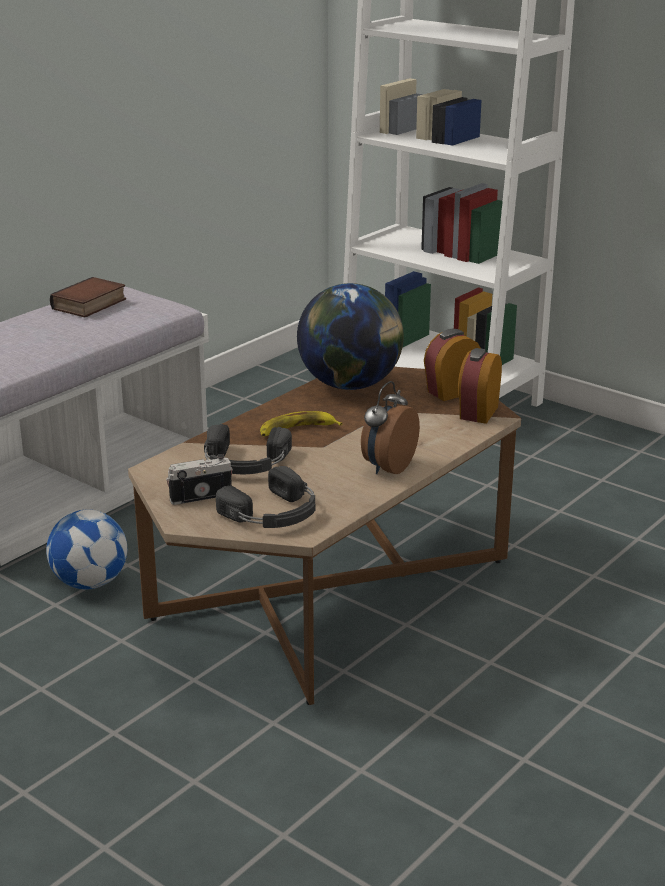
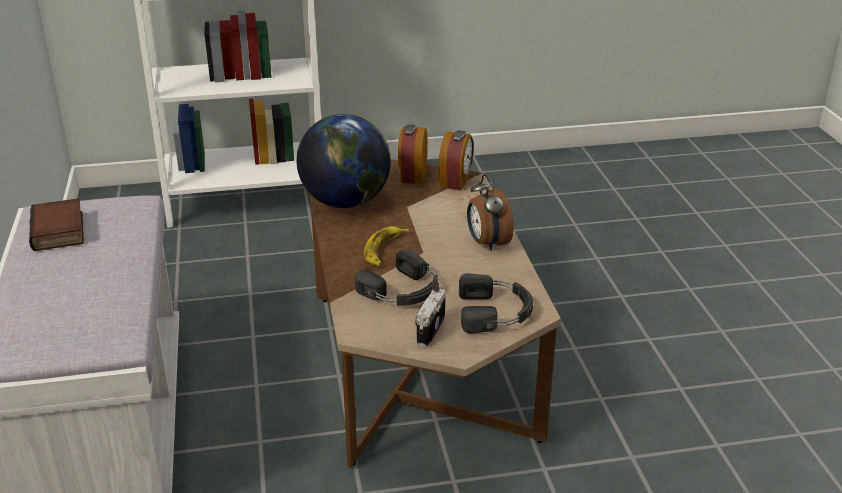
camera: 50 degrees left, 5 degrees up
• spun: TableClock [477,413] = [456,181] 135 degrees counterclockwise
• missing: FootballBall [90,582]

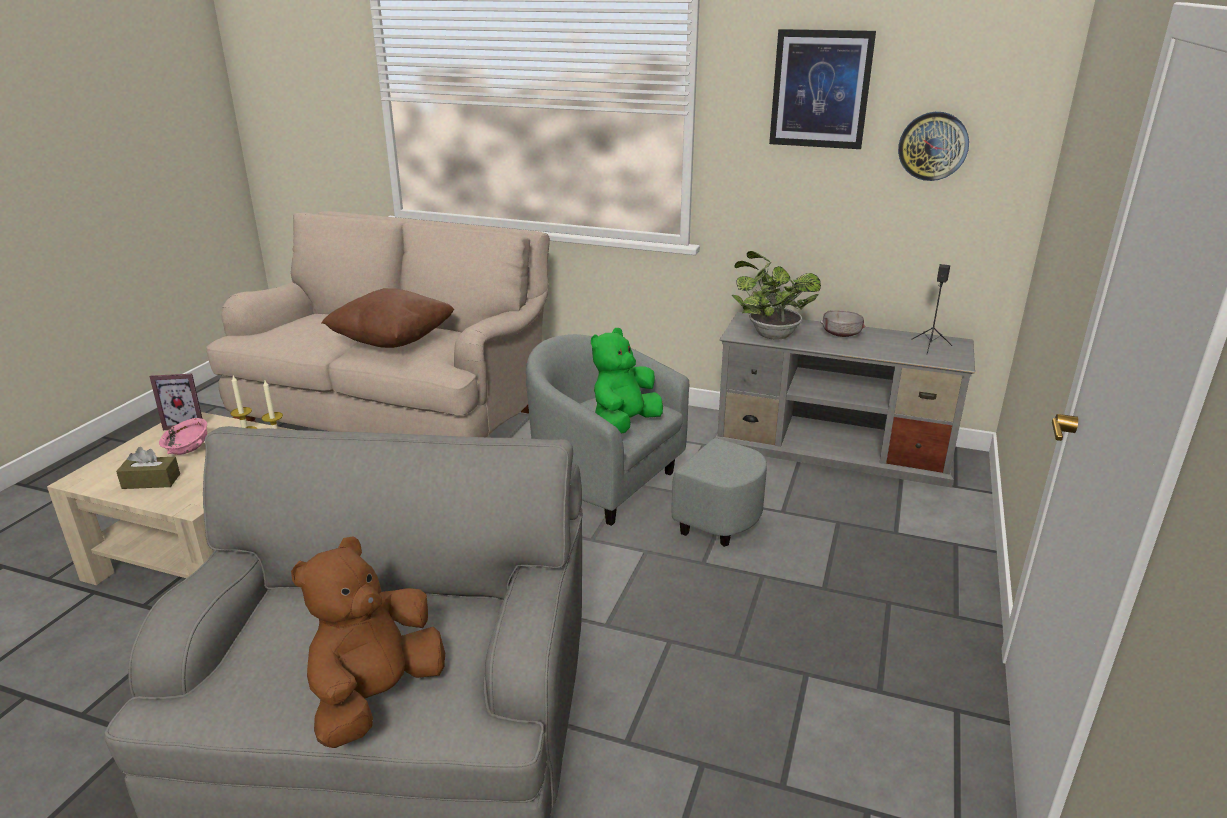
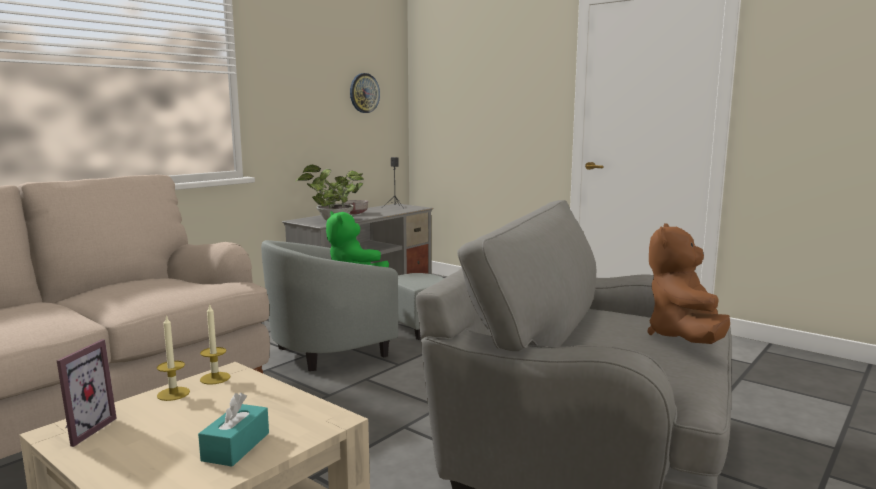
camera: 70 degrees left, 15 degrees down
• missing: WallPicture [820,89]
• missing: BrownThrowPillow [392,341]
• missing: PinkishBowl [188,448]
• colour: BrownBoxOfTissues [151,481] to BlueGreenBoxOfTissues [236,446]
• spun: BrownPlushToy [376,697] = [684,338] 60 degrees clockwise

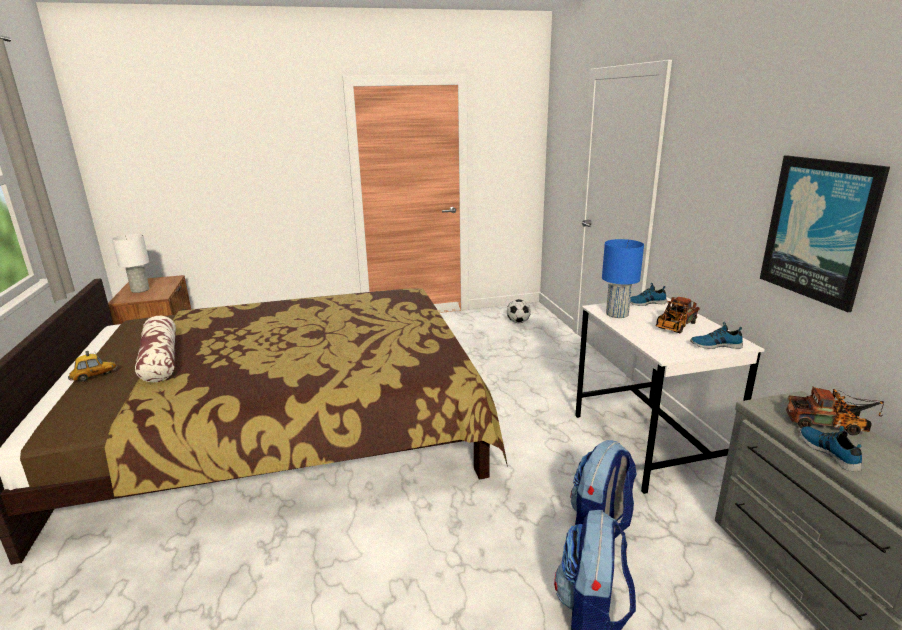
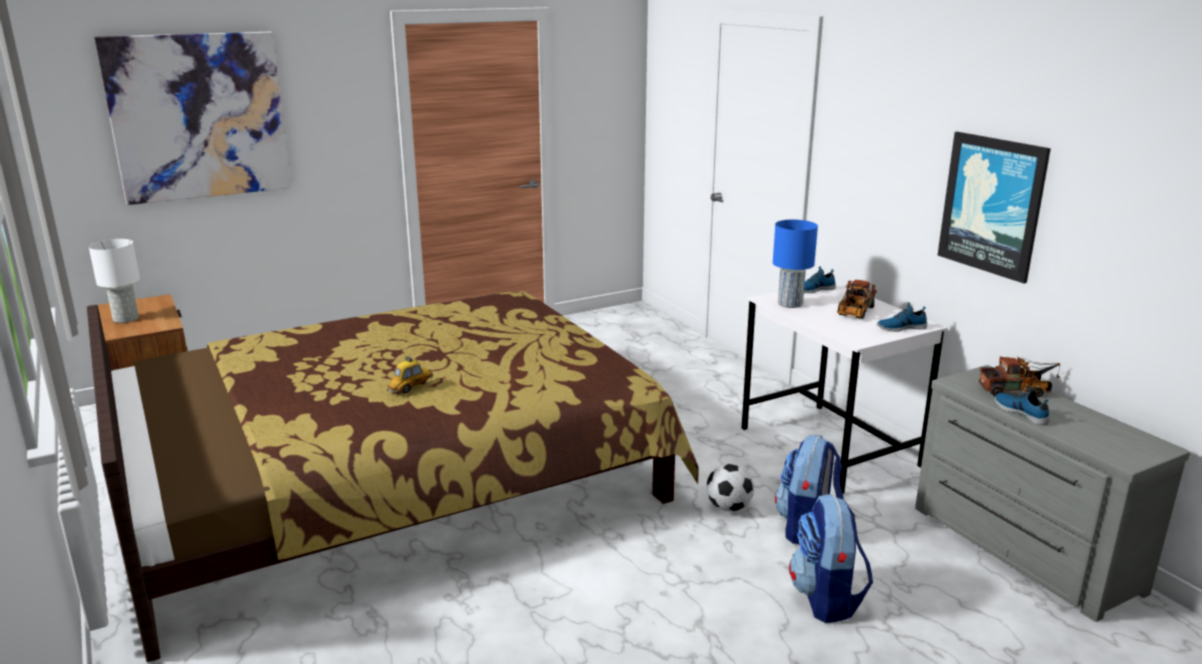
camera: 15 degrees left, 0 degrees up
• relocated: FootballBall [518,322] to [728,507]
• missing: ThrowPillow [160,360]
• relocated: ToyCar [94,376] to [411,387]
• appeared: WallPicture [199,117]

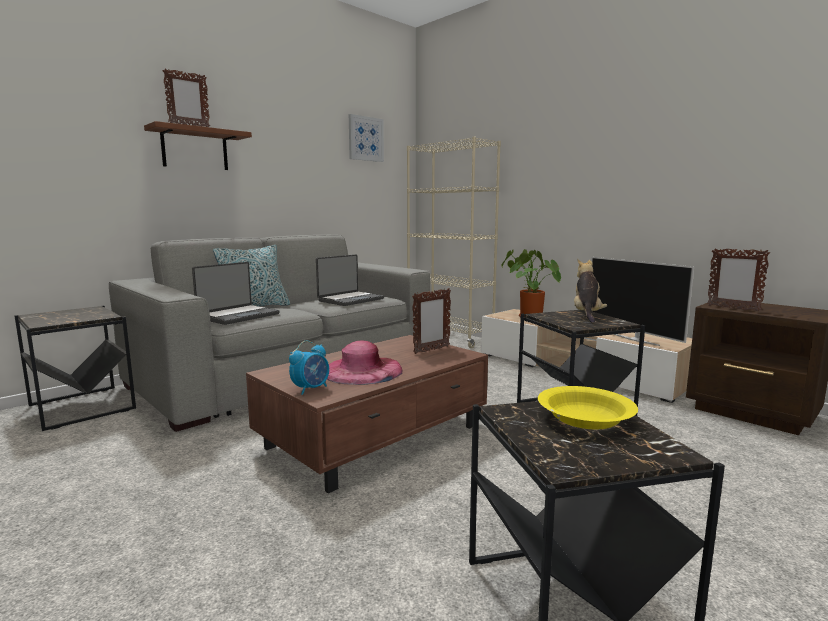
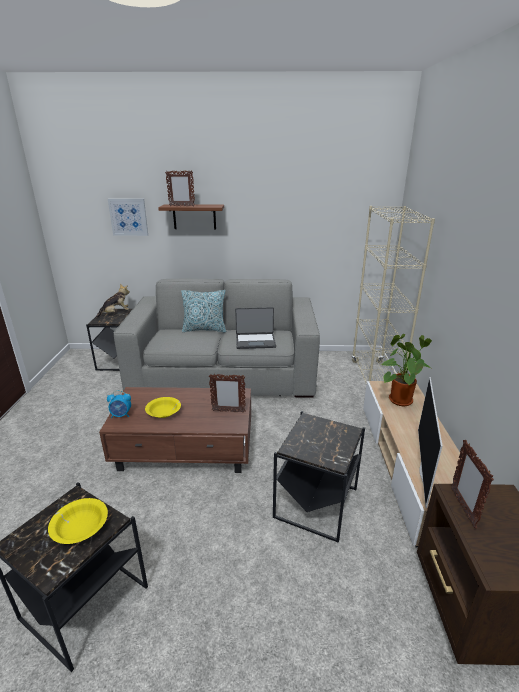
camera: 45 degrees right, 15 degrees up
• relocated: WallPicture [365,139] to [128,217]
• relocated: PlushToy [586,315] to [116,313]
• missing: PortableComputer [238,316]
• exchanged: PinkishHat [361,370] to YellowBowl [164,412]

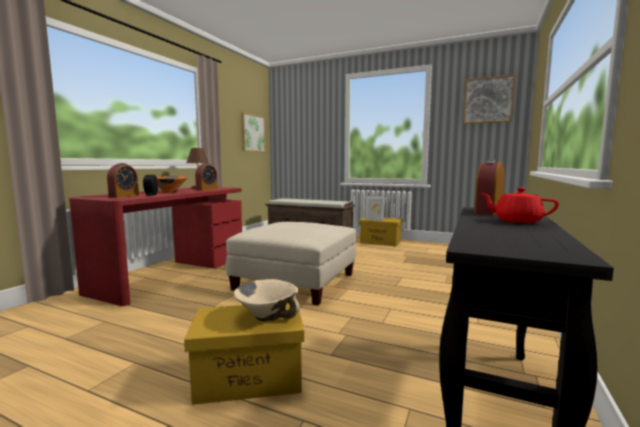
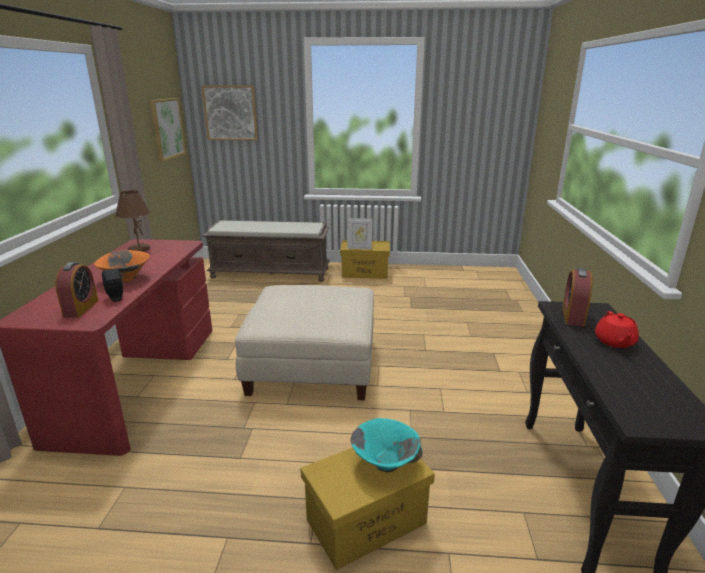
camera: 20 degrees left, 15 degrees up
• relocated: WallPicture [488,100] to [230,113]
• missing: TableClock [207,189]
• spun: RedColouredPotForTea [516,221] = [614,342] 90 degrees counterclockwise
• colour: BeigeBowl [267,316] to BlueGreenBowl [385,463]

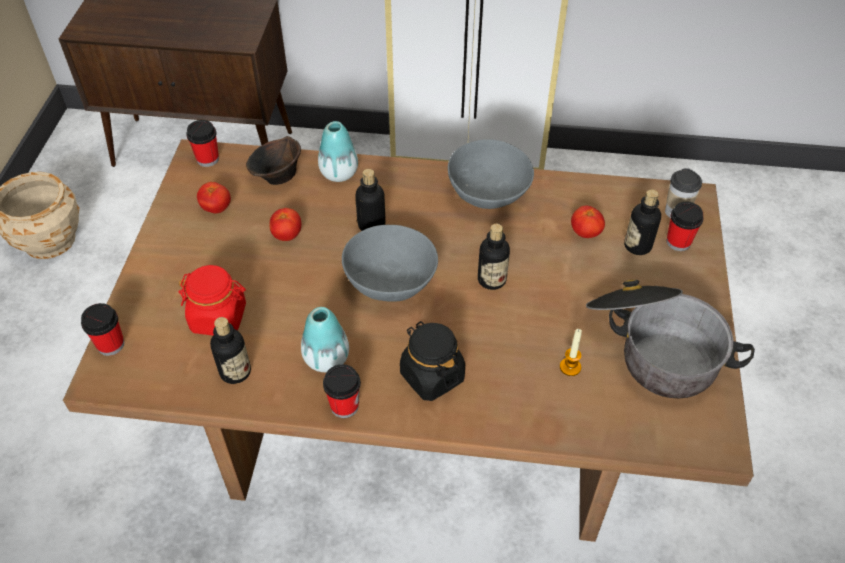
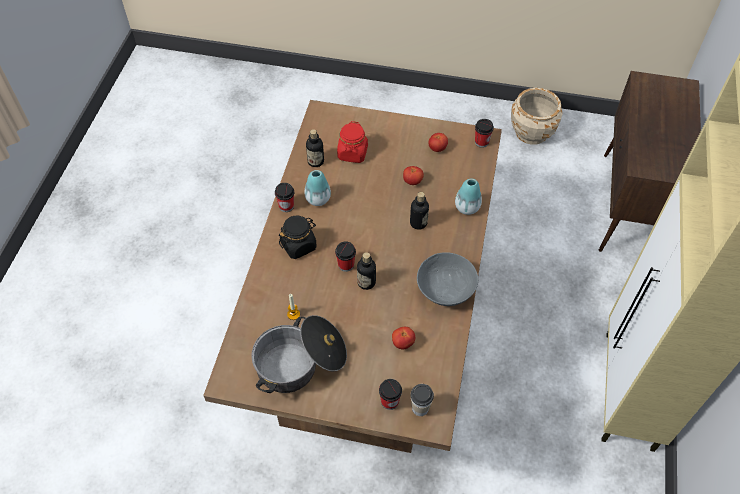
camera: 95 degrees right, 5 degrees up
• missing: BrownBowl [277,177]
• missing: Bottle [637,246]
• missing: GrayBowl [390,280]
• relocated: SmallCup [111,345] to [346,265]

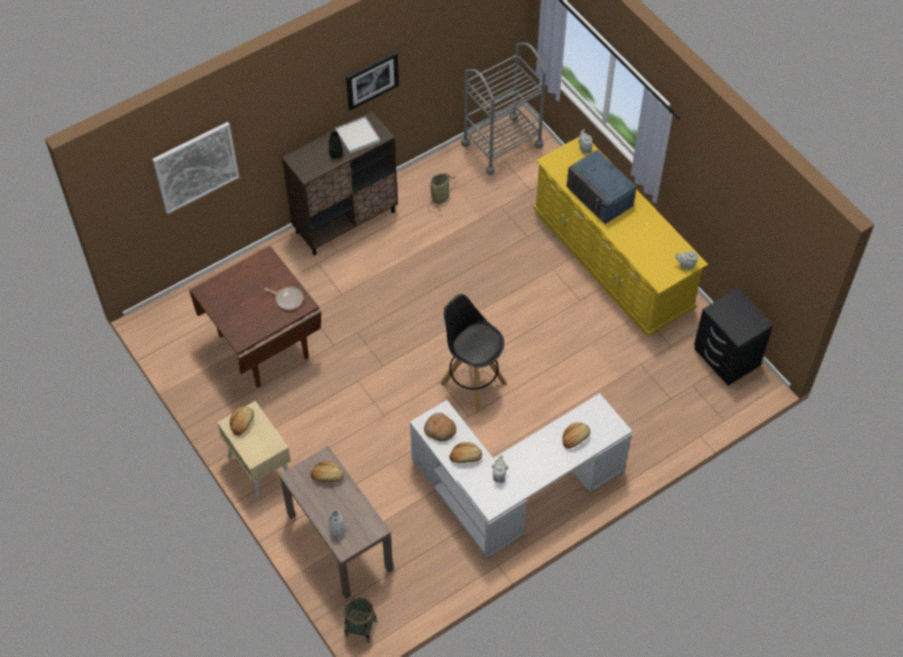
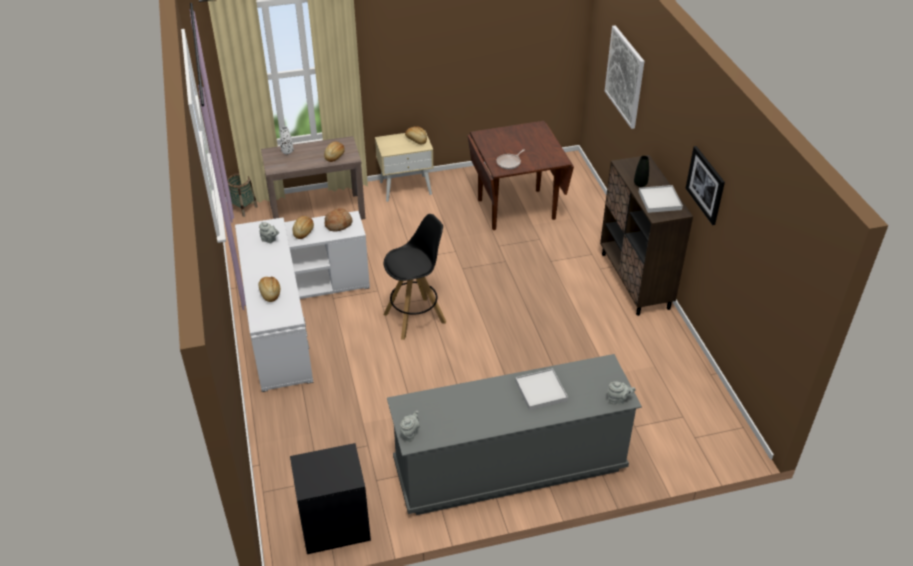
camera: 110 degrees right, 15 degrees down
• missing: GrayTrolley [502,145]
• colour: YellowDrawerChest [611,261] to GrayDrawerChest [509,466]
• exchanged: BlueColouredMicrowaveOven [600,196] to WhiteColouredCarryingTray [540,391]
• missing: HouseholdBasket [441,197]

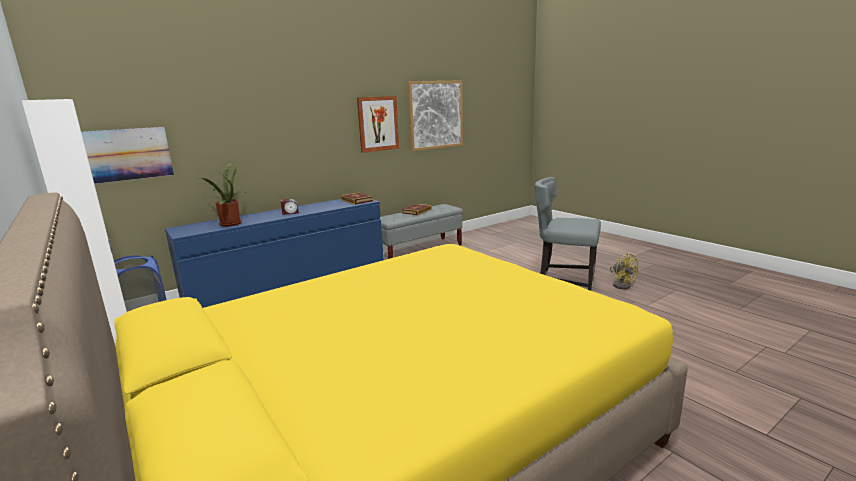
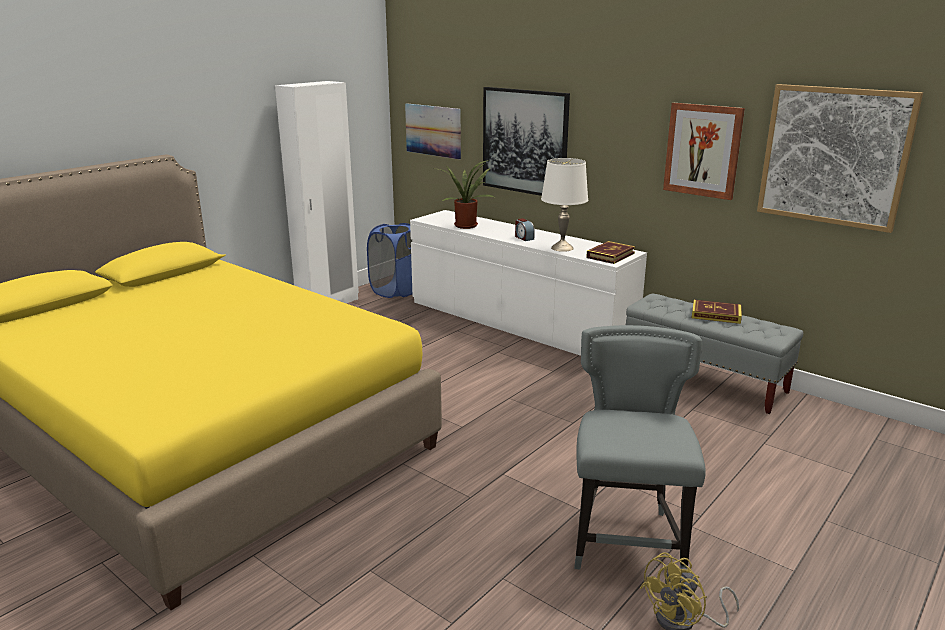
camera: 75 degrees right, 5 degrees up
• colour: BlueColouredDrawerChest [290,284] to WhiteColouredDrawerChest [518,323]
• appeared: WallPicture [525,141]
• appeared: WhiteColouredTabletopLamp [562,248]

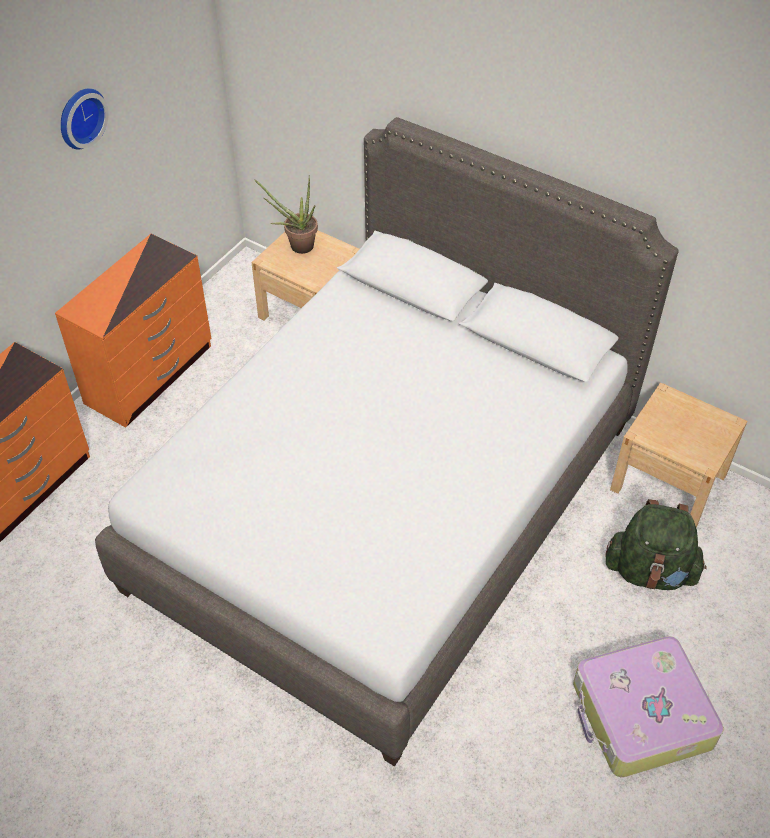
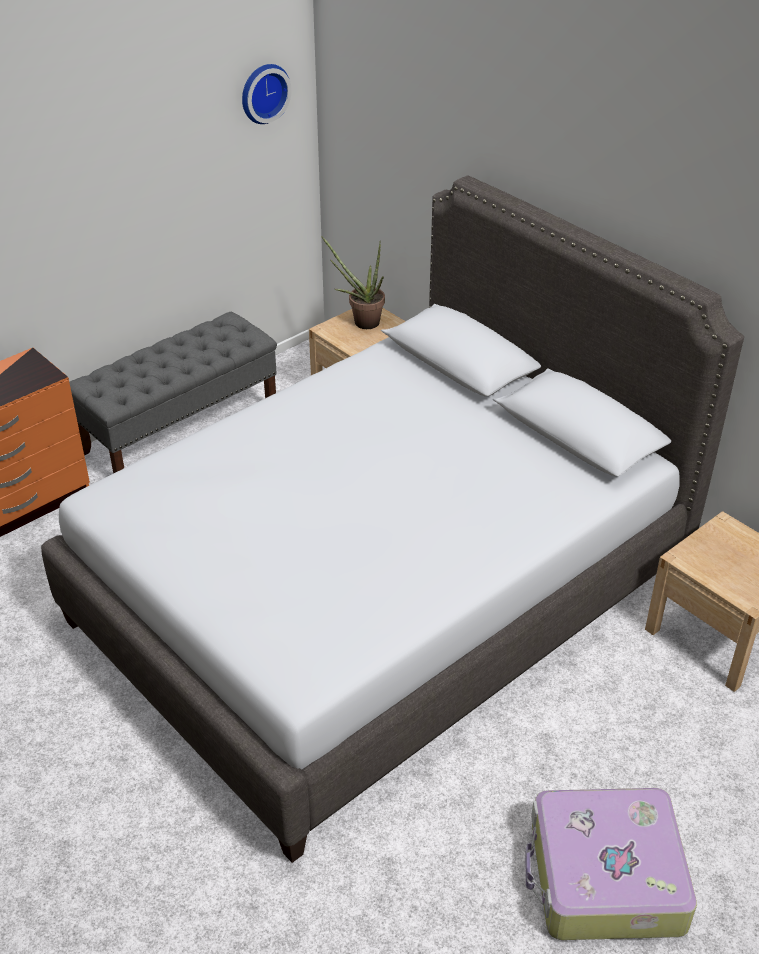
camera: 15 degrees right, 10 degrees down
• relocated: HangingClock [79,117] to [263,92]
• exchanged: OrangeDrawerChest [151,375] to GrayLongSeat [182,429]
• missing: GreenBackpack [650,571]

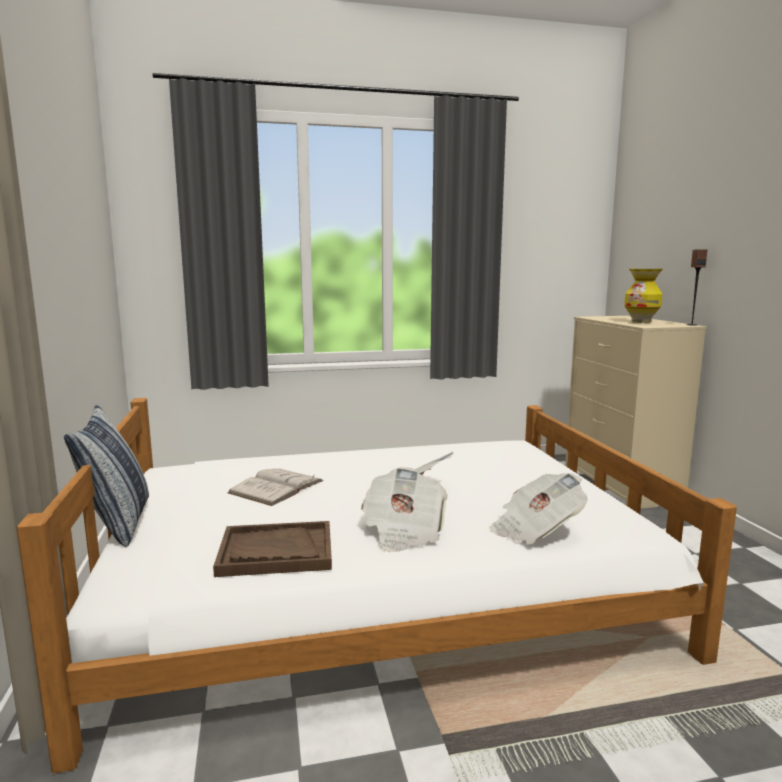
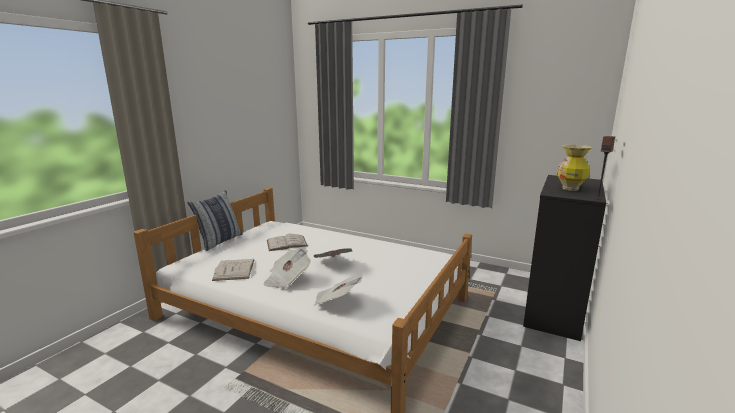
camera: 40 degrees right, 5 degrees up
• colour: BeigeDrawerChest [621,485] to BlackishDrawerChest [554,311]
• exchanged: BrownCarryingTray [276,552] to WhiteColouredVolume [234,270]

